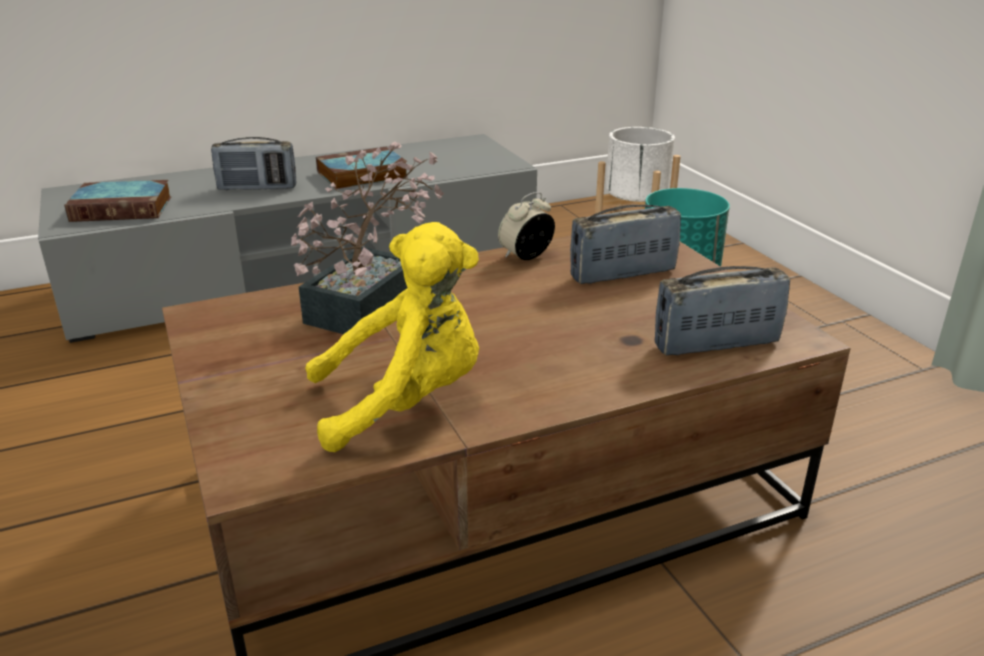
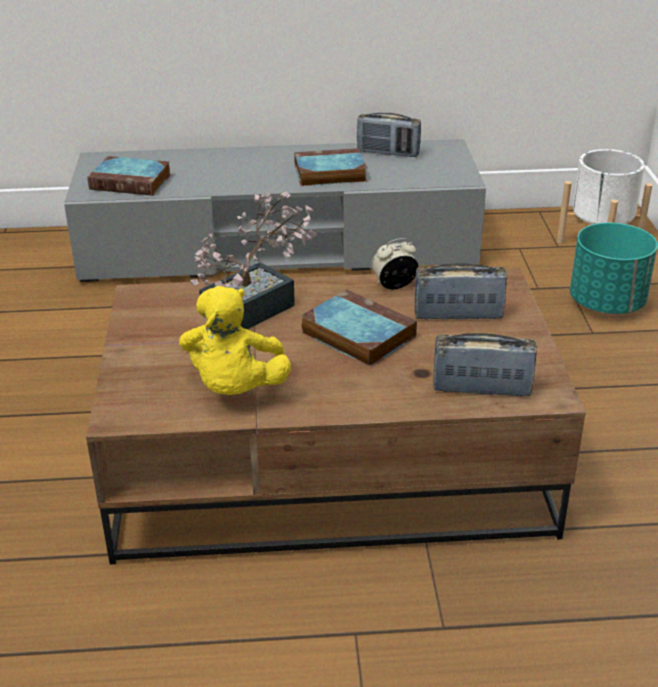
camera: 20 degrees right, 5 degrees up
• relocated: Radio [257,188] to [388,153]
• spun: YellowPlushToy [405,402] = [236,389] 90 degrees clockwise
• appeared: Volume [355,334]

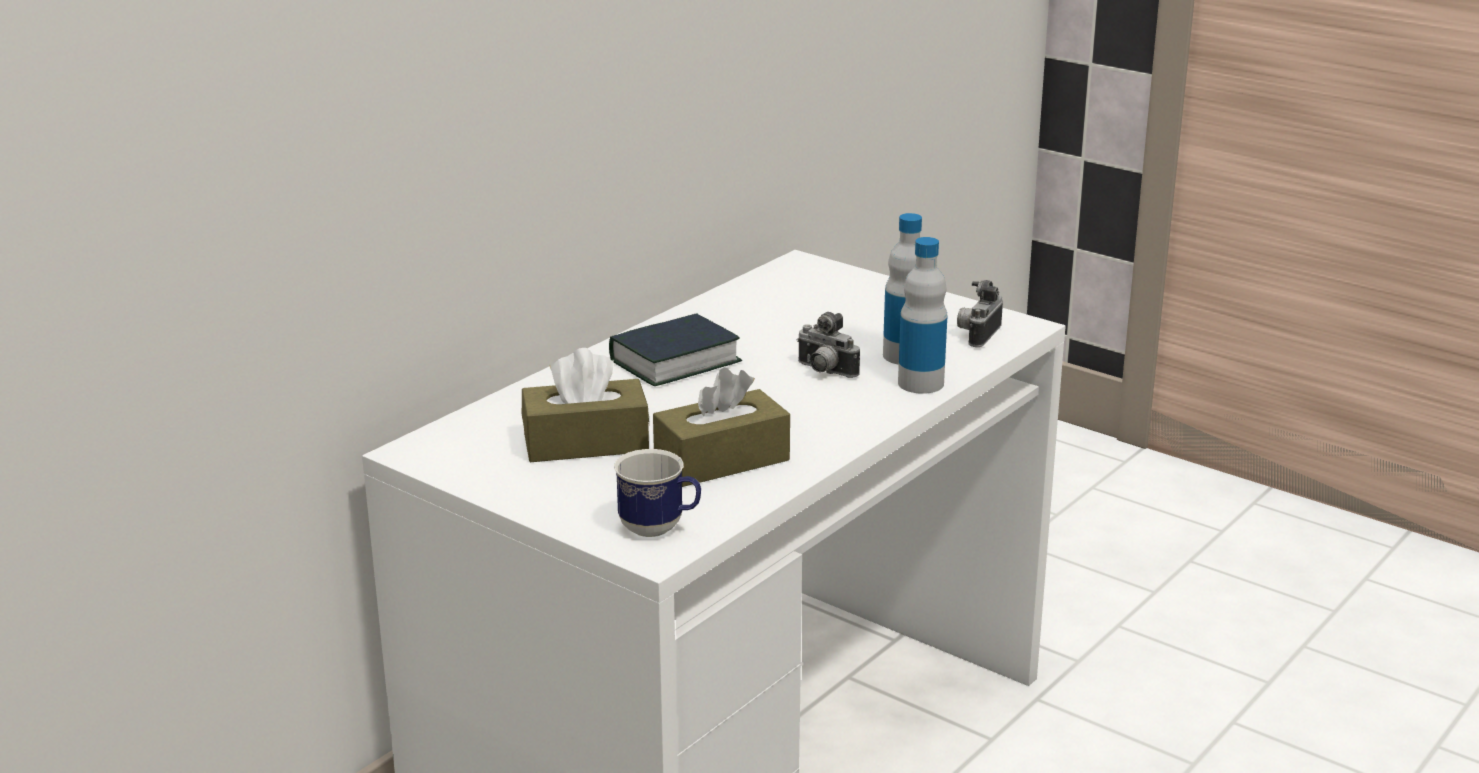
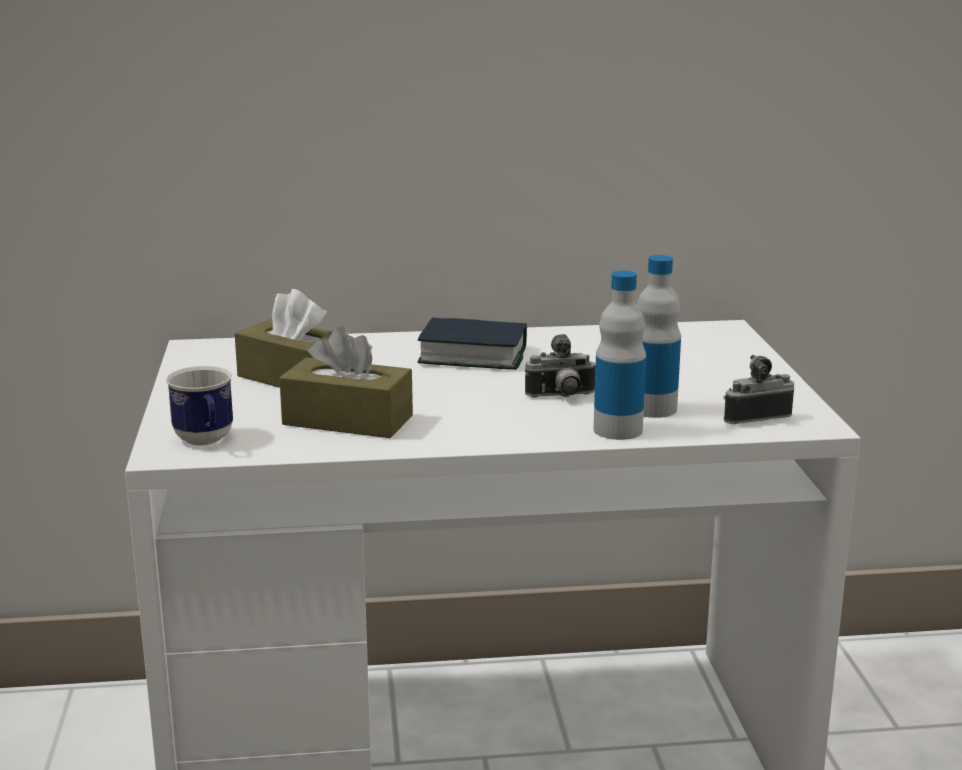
camera: 45 degrees right, 5 degrees down
• spun: StillCamera [824,372] = [561,397] 90 degrees counterclockwise

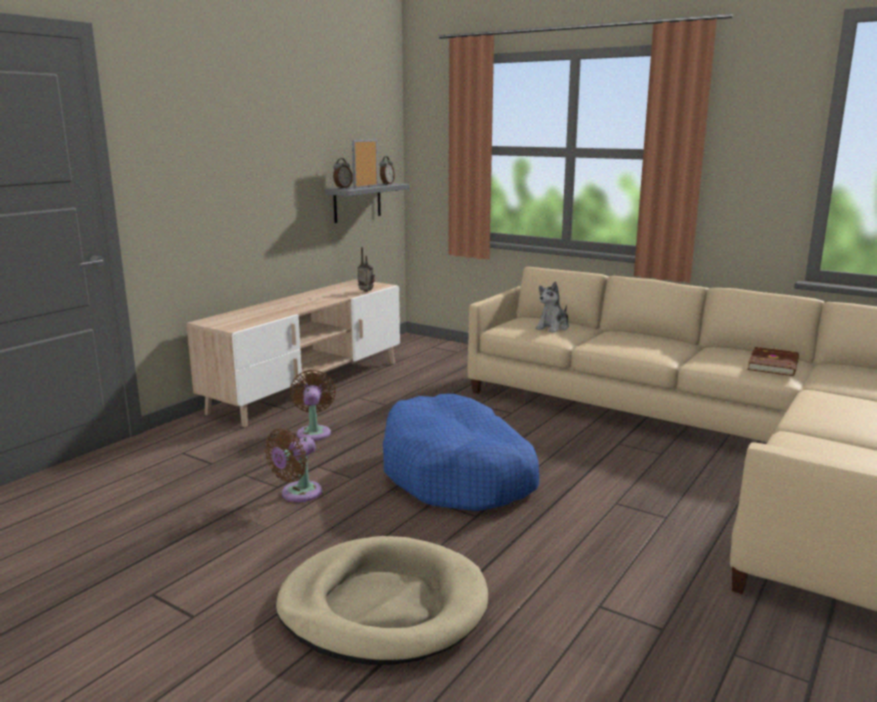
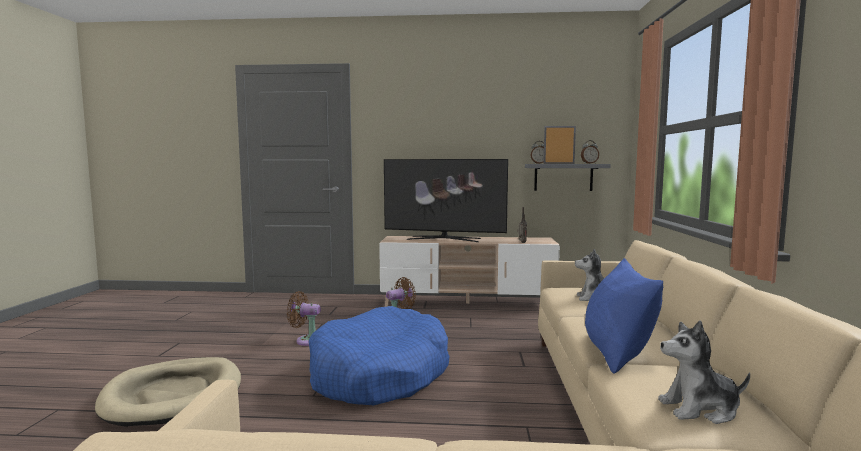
camera: 60 degrees right, 10 degrees down
• exchanged: BrownVolume [774,365] to PlushToy [700,409]
• appeared: Tv [443,239]
• appeared: BlueColouredThrowPillow [617,353]

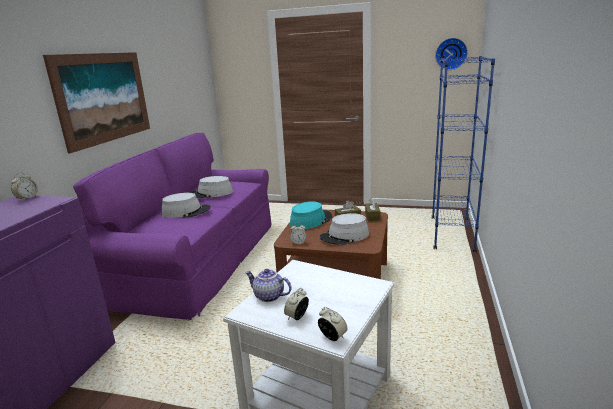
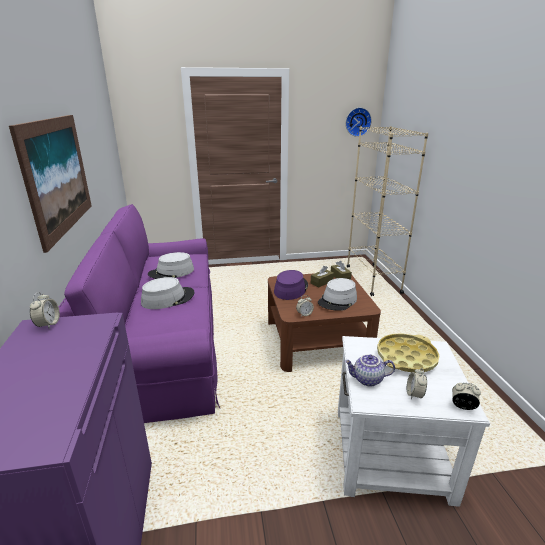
camera: 25 degrees left, 5 degrees up
• colour: BlueColouredShelvingUnit [452,233] to BeigeShelvingUnit [372,279]
• colour: BlueGreenHat [310,220] to PurpleColouredHat [291,288]
• appeared: YellowCarryingTray [406,357]

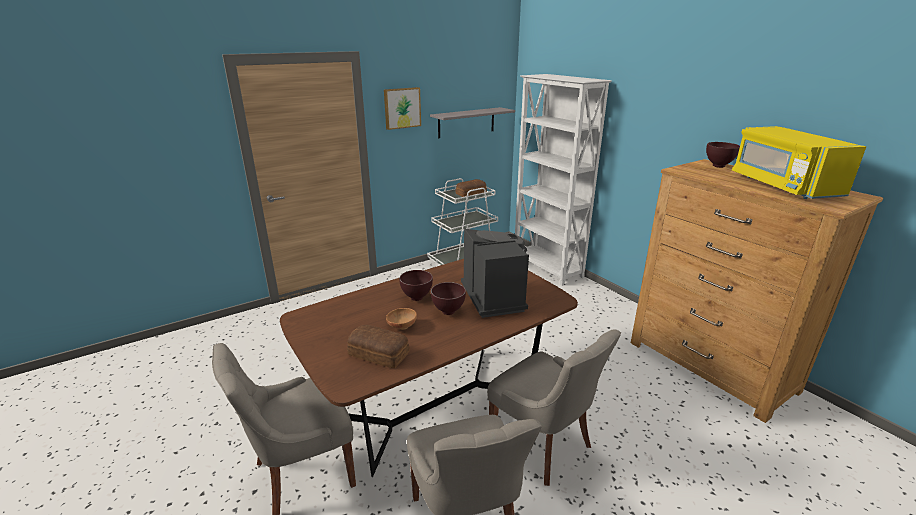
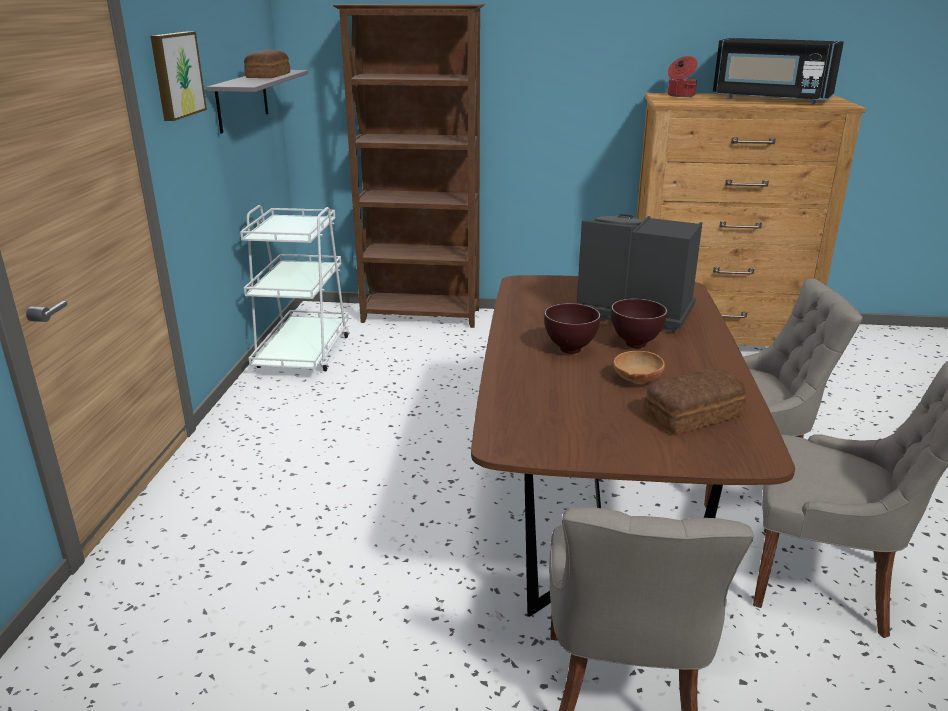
camera: 50 degrees left, 0 degrees up
• colour: WhiteColouredShelvingUnit [547,268] to BrownShelvingUnit [421,316]
• colour: YellowMicrowaveOven [782,186] to BlackishMicrowaveOven [770,99]
• exchanged: BrownBowl [717,166] to Saucepot [680,95]
• relocated: Bread [470,193] to [267,76]

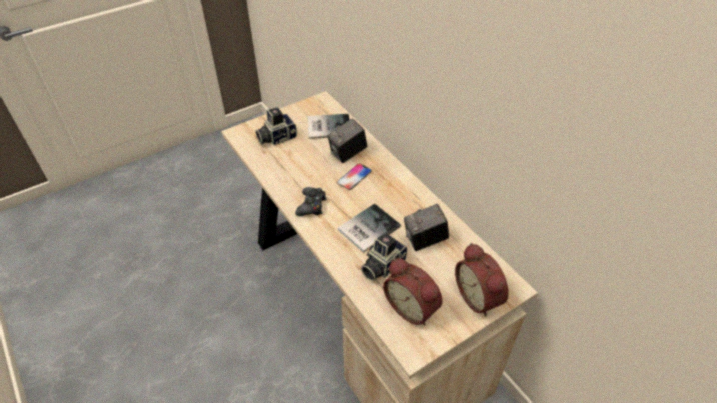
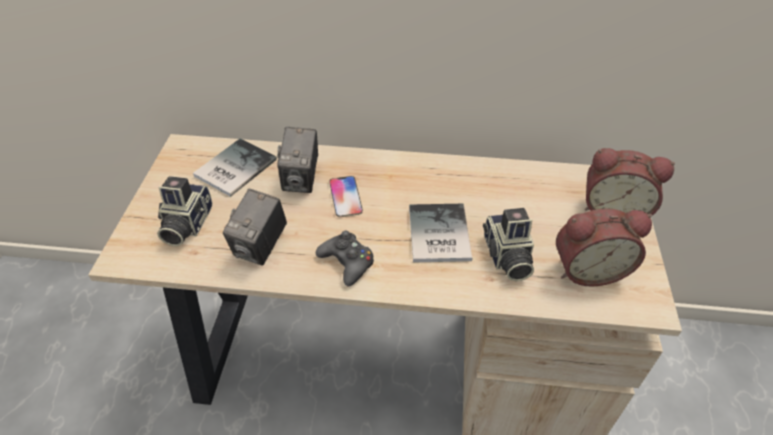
camera: 50 degrees left, 0 degrees up
• relocated: StillCamera [425,240] to [261,246]

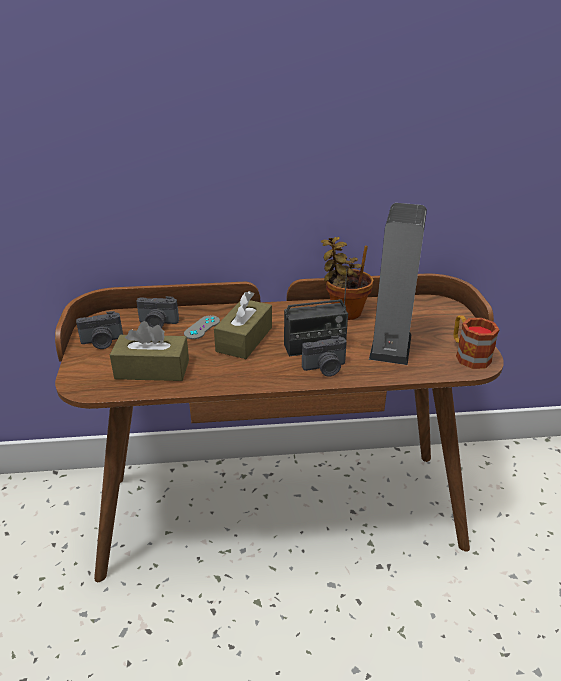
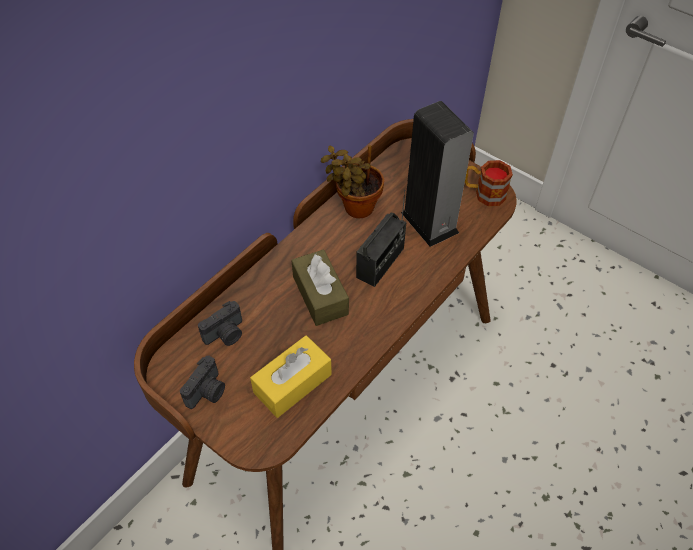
camera: 45 degrees left, 20 degrees up
• missing: GrayGamepad [202,327]
• colour: BrownBoxOfTissues [152,369] to YellowBoxOfTissues [292,383]
• missing: StillCamera [325,368]

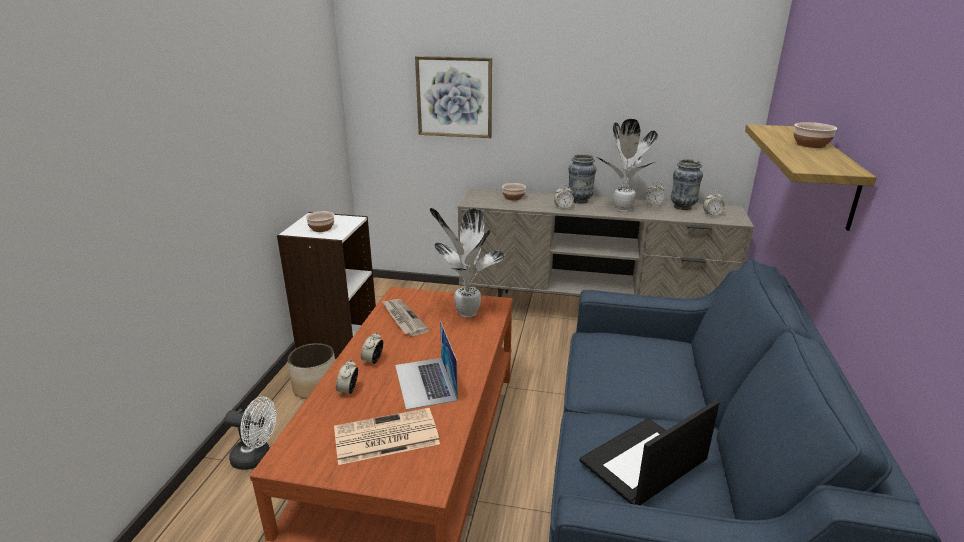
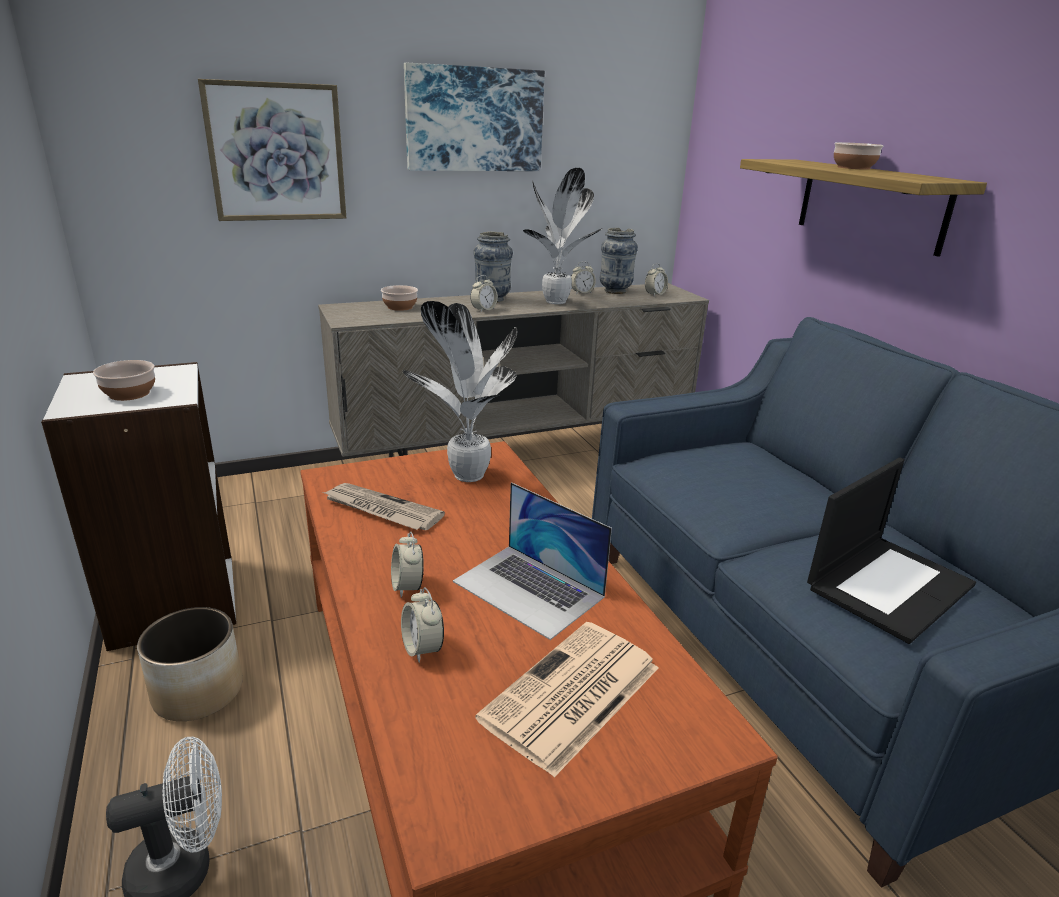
camera: 35 degrees left, 0 degrees up
• spun: PortableComputer [643,463] = [889,585] 150 degrees counterclockwise
• appeared: WallPicture [474,119]

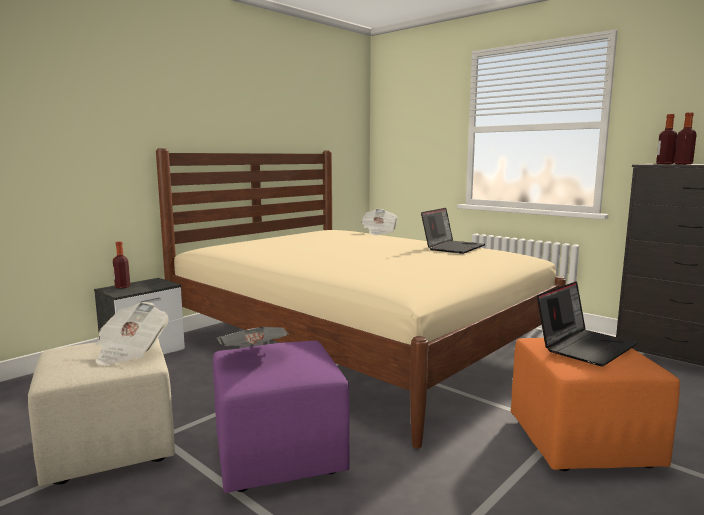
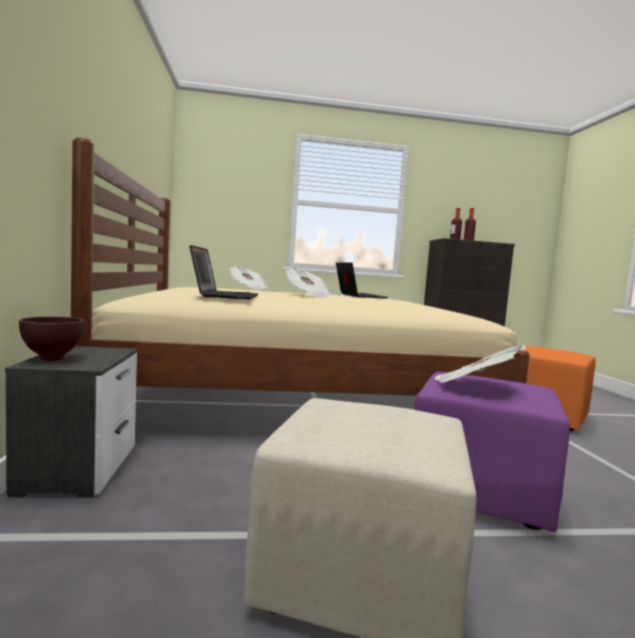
camera: 50 degrees left, 5 degrees down
• exchanged: Bottle [122,286] to BrownBowl [53,359]
• relocated: PortableComputer [584,346] to [224,296]
• relocated: PrintedPaper [130,351] to [308,296]

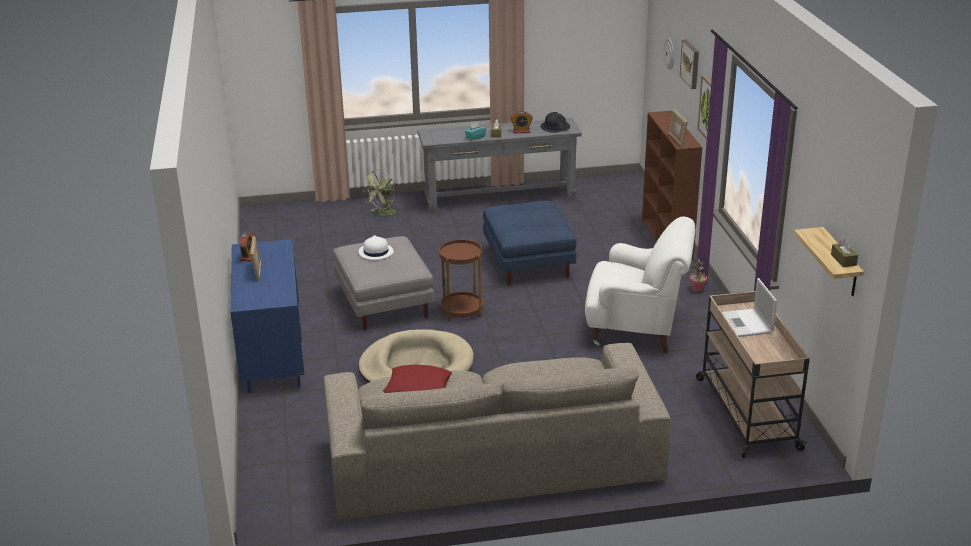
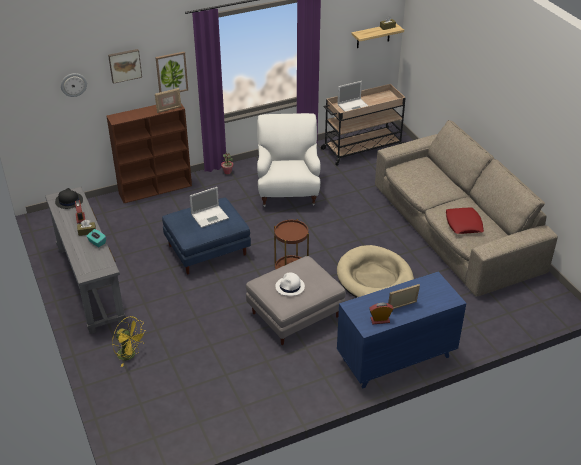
camera: 105 degrees left, 10 degrees up
• colour: GreenElectricFan [383,214] to YellowElectricFan [130,355]
• appeared: PortableComputer [210,216]

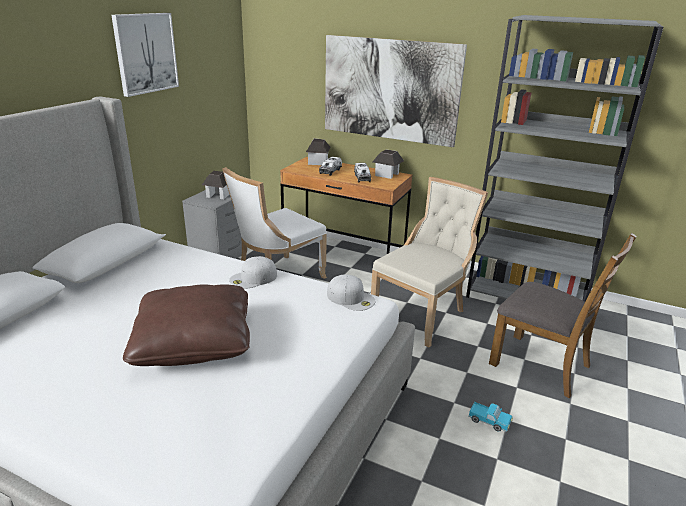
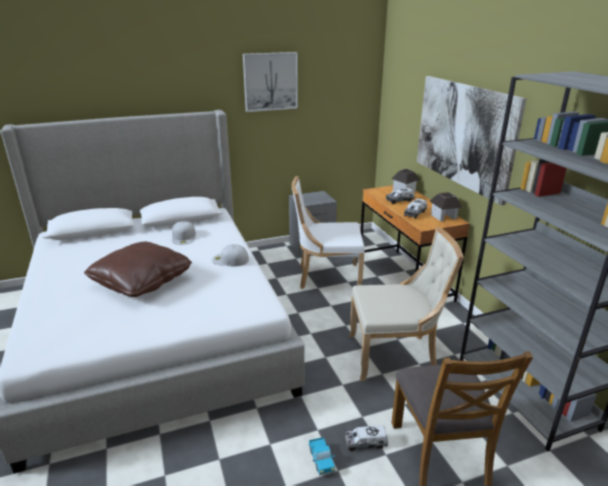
camera: 45 degrees right, 0 degrees up
• missing: ToyHouse [218,195]
• relocated: WhiteColouredPeakedCap [351,298] to [184,237]
• appeared: ToyTruck [365,443]

